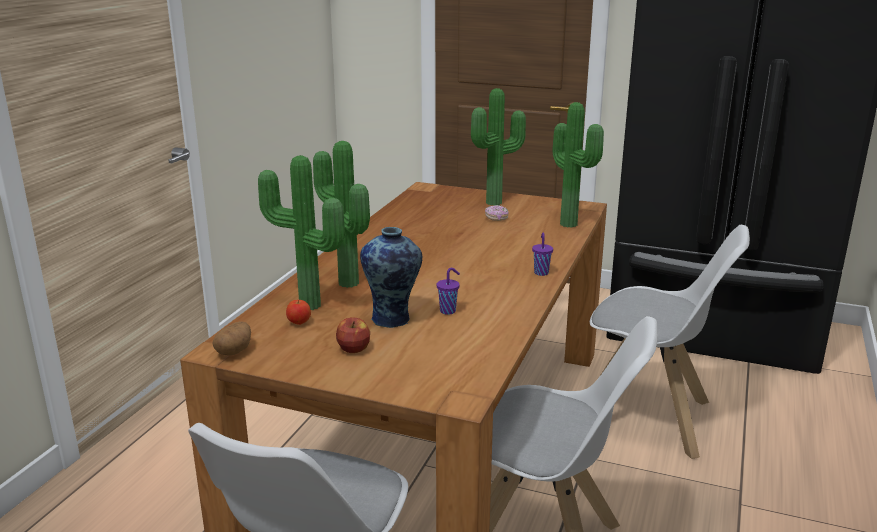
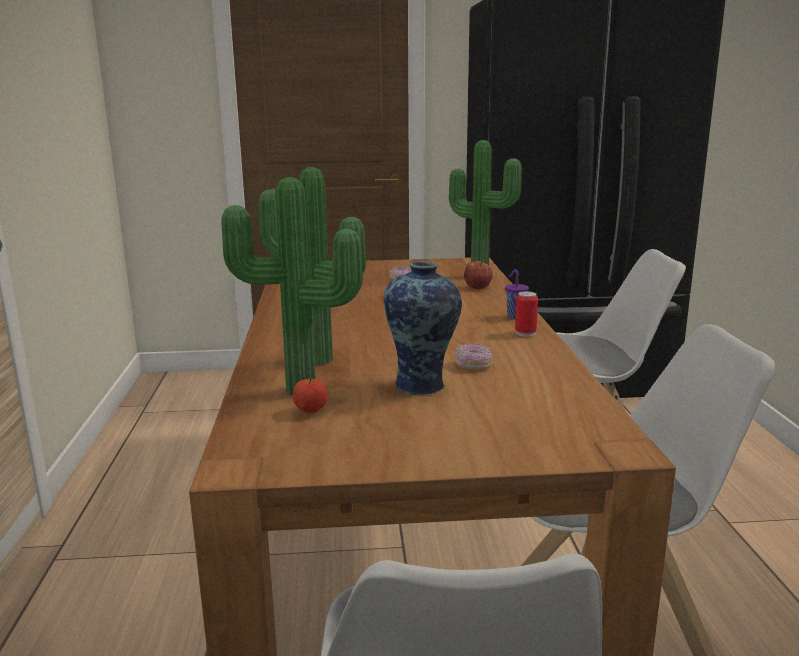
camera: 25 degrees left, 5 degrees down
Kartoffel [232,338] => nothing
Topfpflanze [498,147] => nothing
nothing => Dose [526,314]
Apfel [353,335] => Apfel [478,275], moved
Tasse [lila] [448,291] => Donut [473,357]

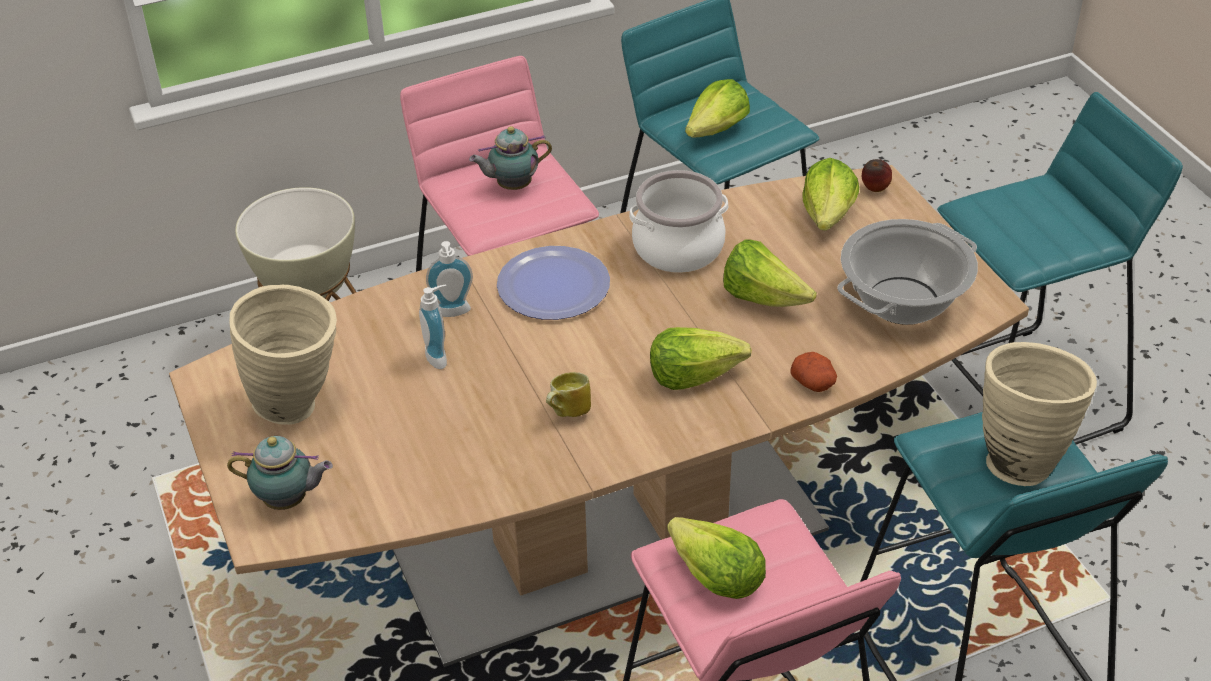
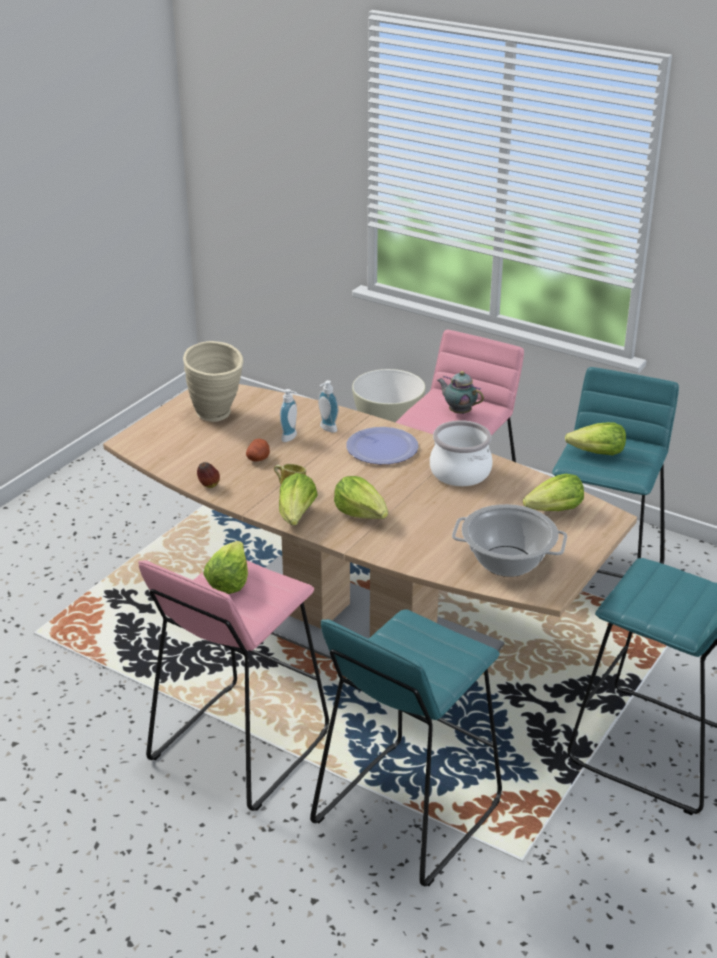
camera: 55 degrees right, 10 degrees down
Teekanne [280,473] => nothing
Vase [beige] [1039,414] => nothing
Salatkopf [770,273] => Salatkopf [298,499], moved
Kartoffel [813,372] => Kartoffel [258,450], moved
Apfel [877,175] => Apfel [208,475], moved

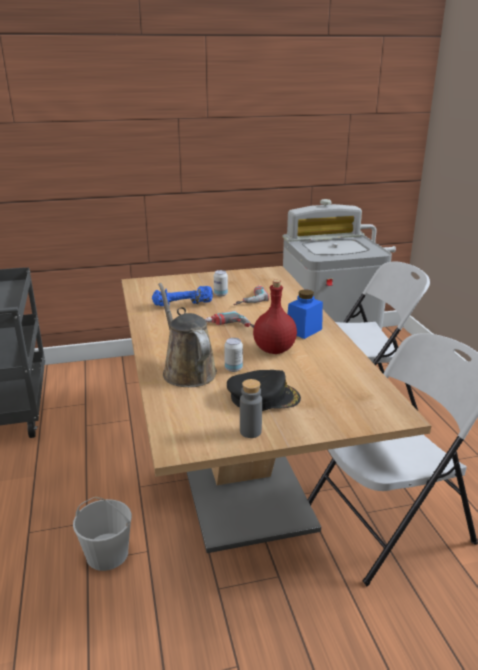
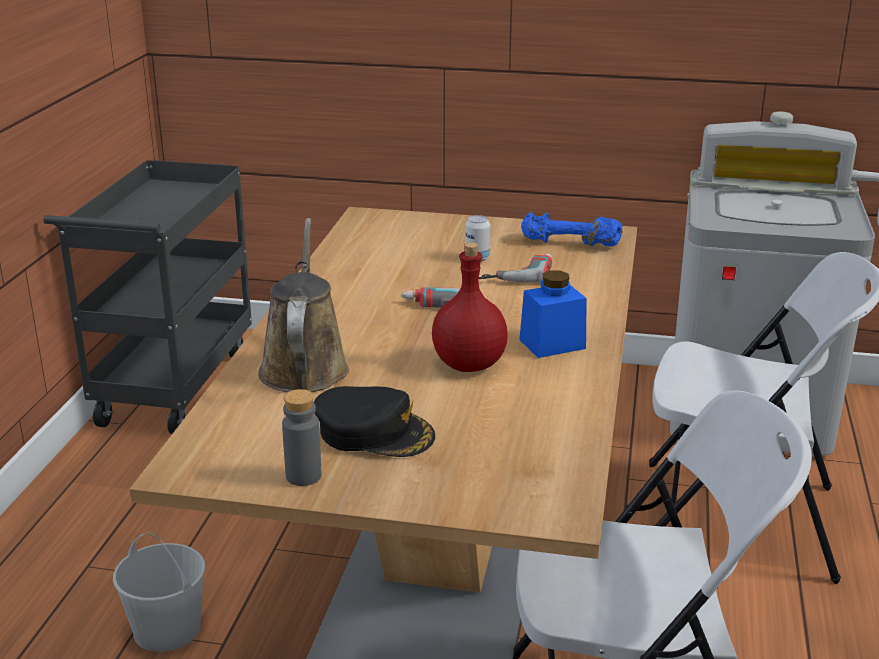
camera: 25 degrees right, 0 degrees up
Dose [233,355] => nothing
Hantel [blau] [182,296] => Hantel [blau] [572,229], moved

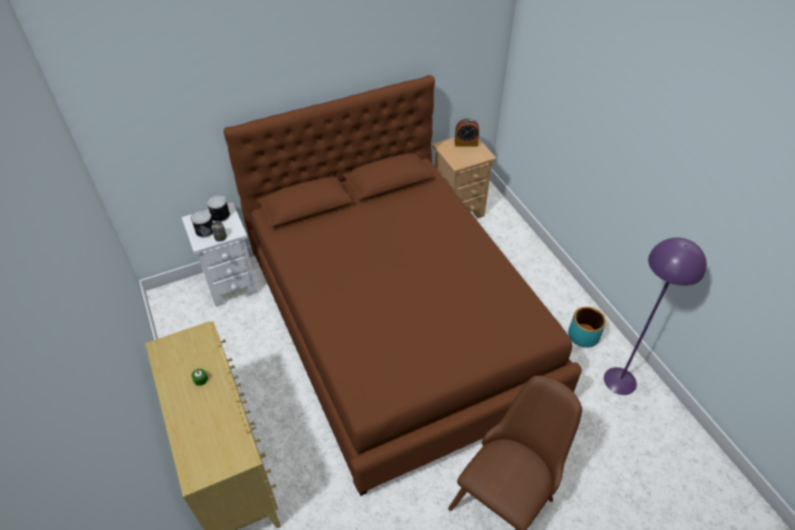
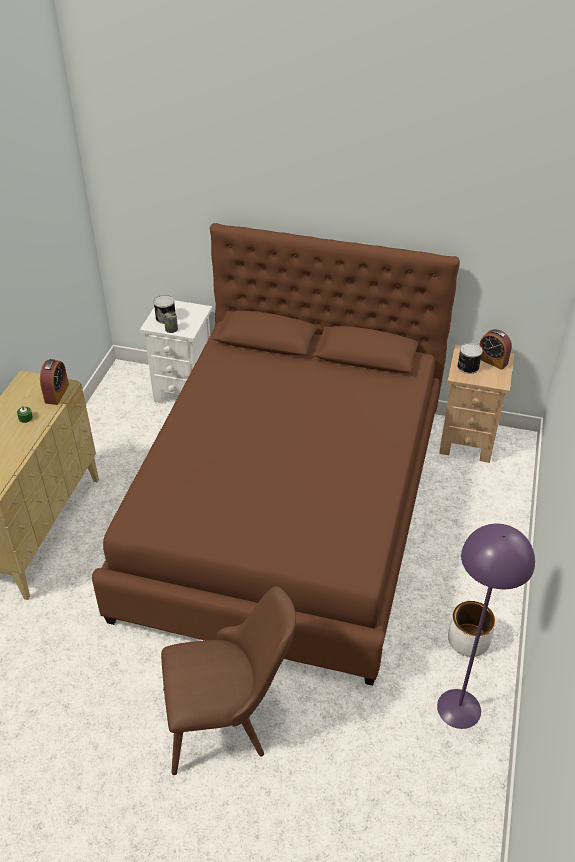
camera: 40 degrees right, 5 degrees down
nothing => Wecker [54,382]
Dose [218,208] => Dose [470,358], moved
Pflanzkübel [türkis] [587,327] => Pflanzkübel [weiß] [472,629]

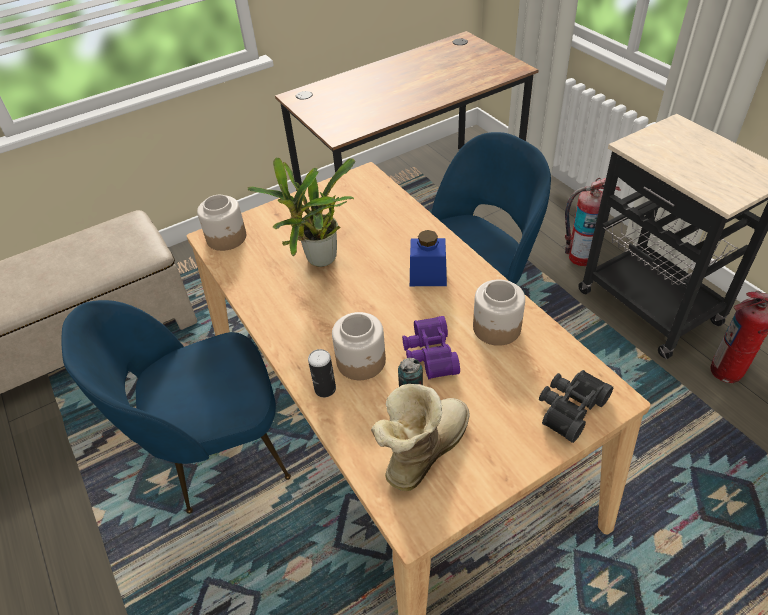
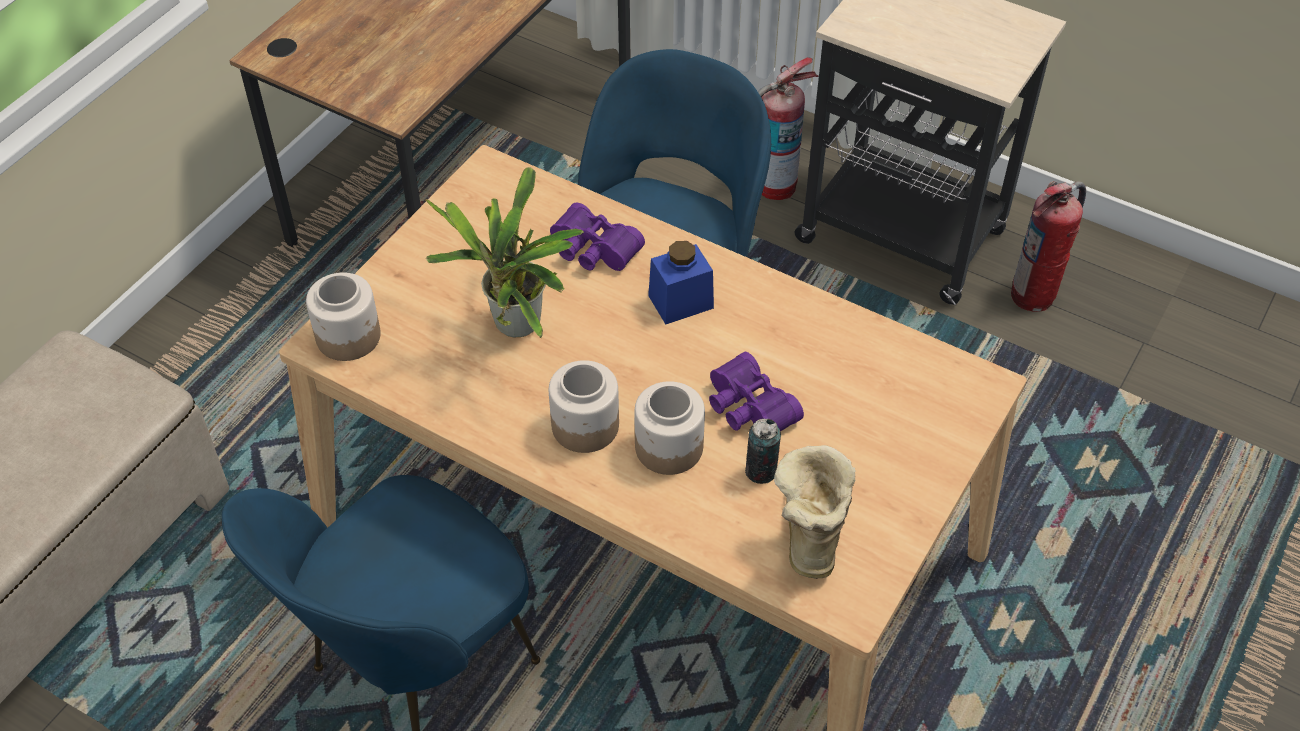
camera: 30 degrees left, 5 degrees up
Dose [322,373] => nothing
Fernglas [schwarz] [576,406] => nothing
nothing => Fernglas [lila] [597,237]
Vorratsglas [499,313] => Vorratsglas [584,406], moved

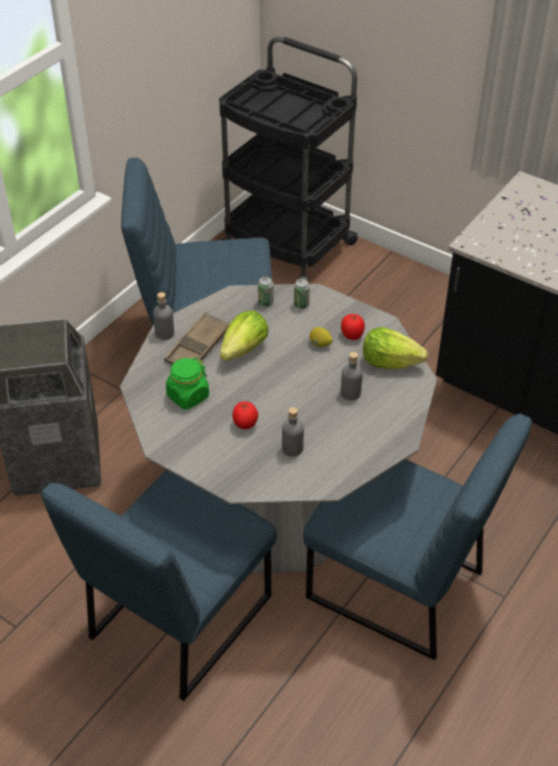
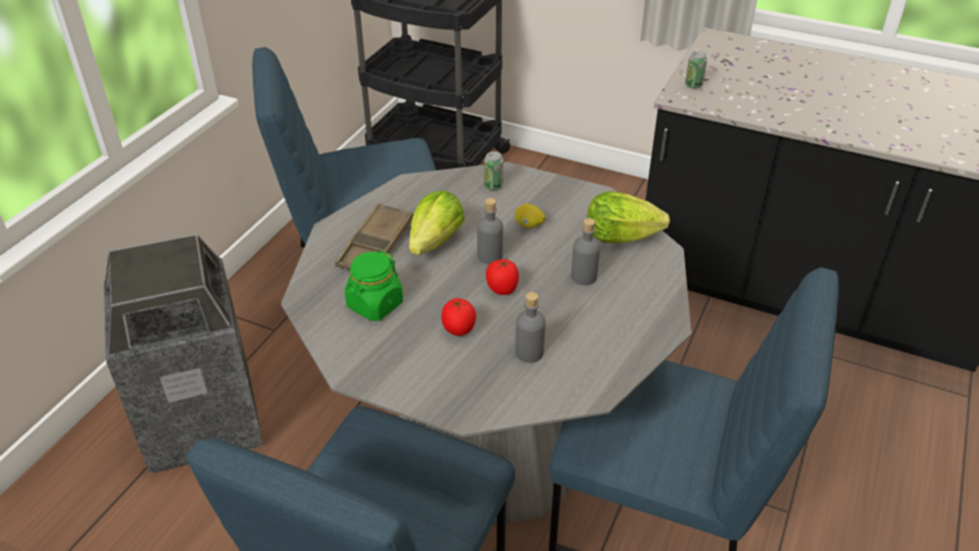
camera: 10 degrees left, 5 degrees down
Flasche [grau] [163,316] => Flasche [grau] [490,231], moved
Dose [266,292] => Dose [696,70], moved
Tomate [353,327] => Tomate [502,277], moved

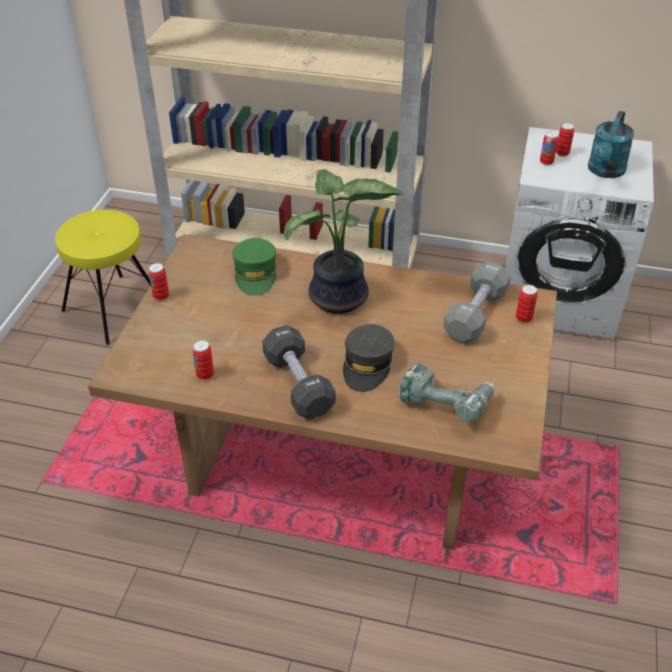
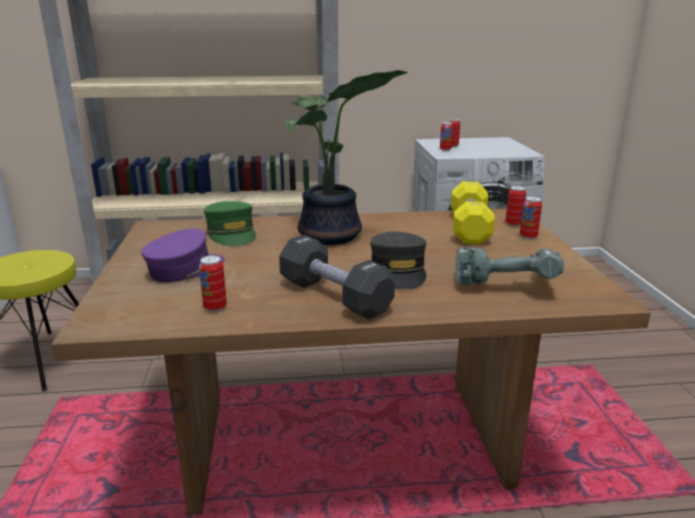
camera: 20 degrees left, 20 degrees down
Gießkanne [türkis] [611,144] => nothing
nothing => Kappe [lila] [183,255]
Dose [158,282] => Dose [531,217], moved
Hantel [grau] [477,302] => Hantel [gelb] [473,212]

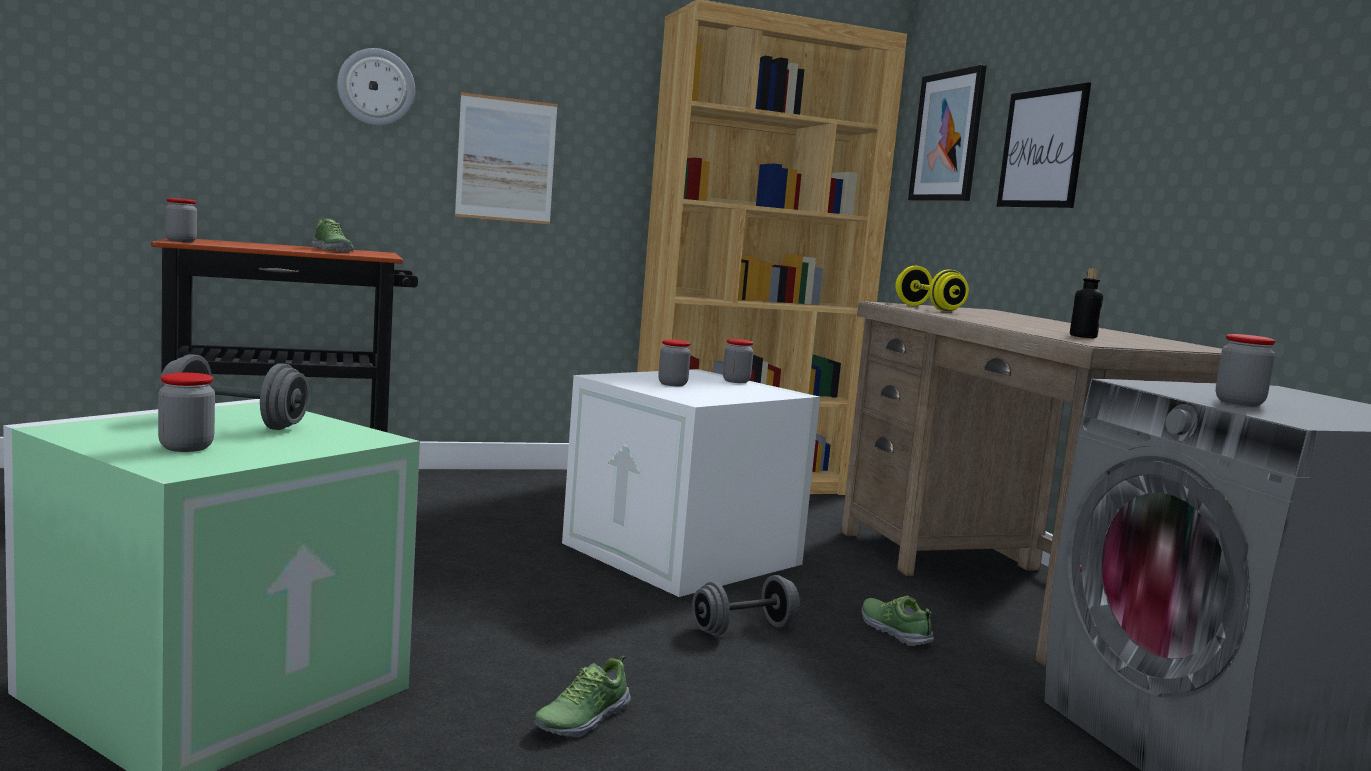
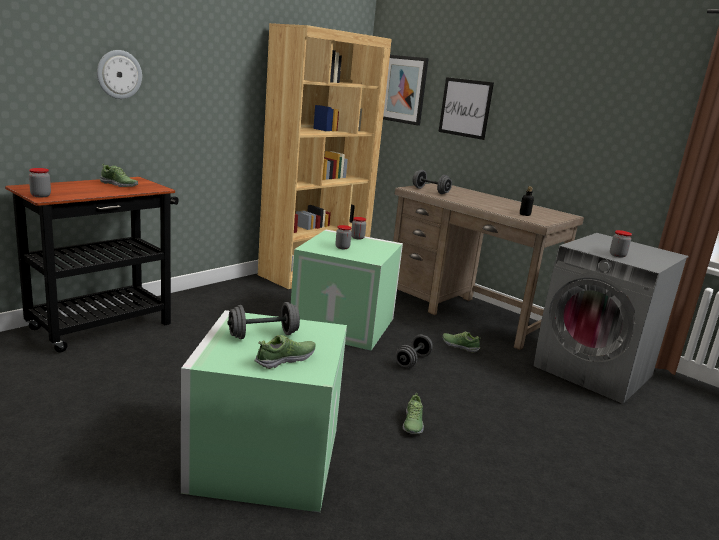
camera: 30 degrees left, 10 degrees up
Bild [506,158] => nothing
Vorratsglas [186,412] => Schuh [285,352]
Aufbewahrungsbox [weiß] [691,483] => Aufbewahrungsbox [grün] [347,290]
Hantel [gelb] [932,289] => Hantel [grau] [432,182]

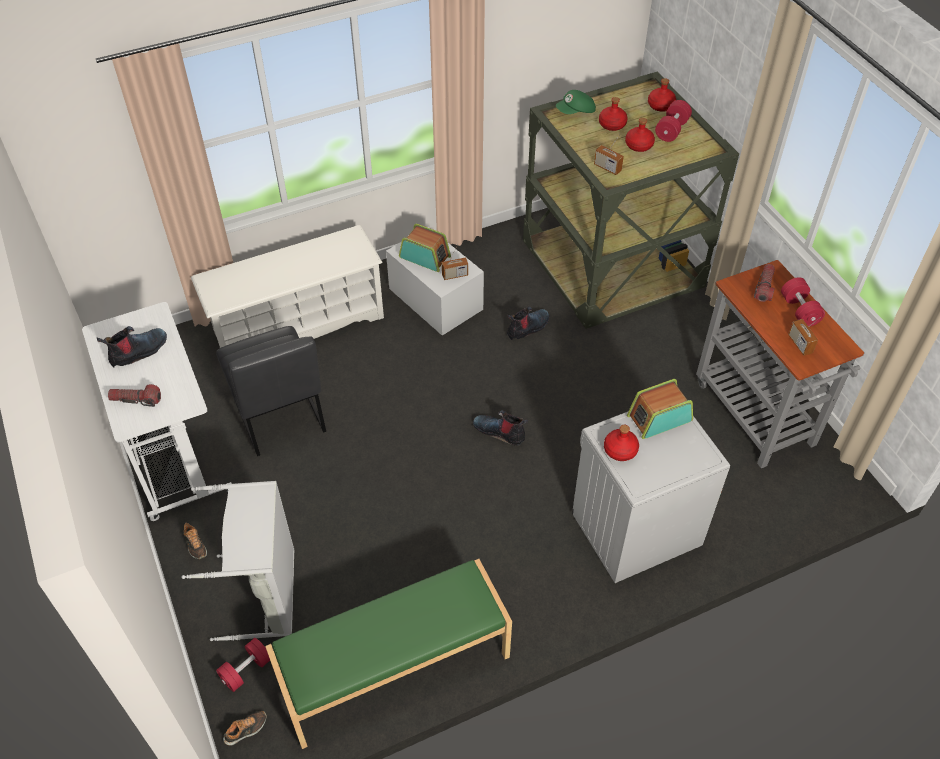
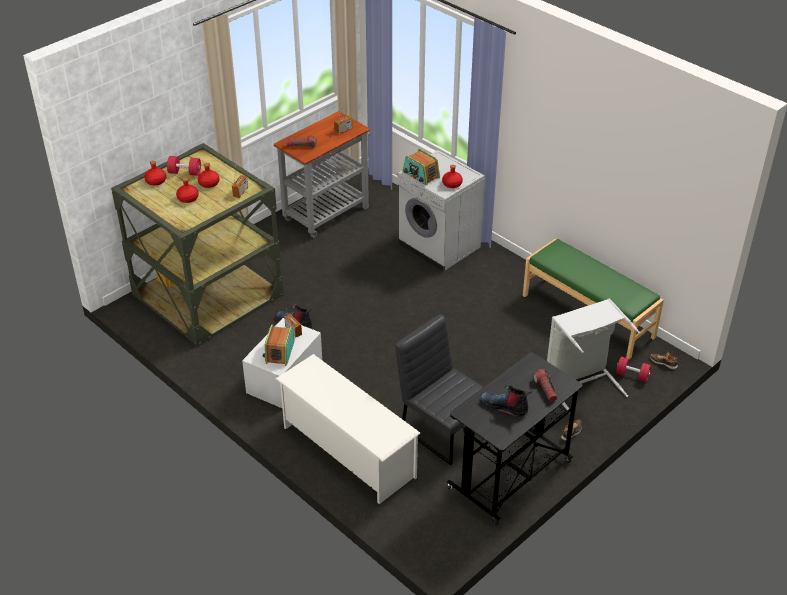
camera: 110 degrees left, 10 degrees down
Stiefel [500,428] => nothing
Kappe [grün] [576,102] => nothing
Hantel [rot] [803,302] => nothing
Schreibtisch [weiß] [157,411] => Schreibtisch [schwarz] [515,438]
Stuhl [grau] [271,391] => Stuhl [grau] [439,389], 90 degrees counterclockwise

